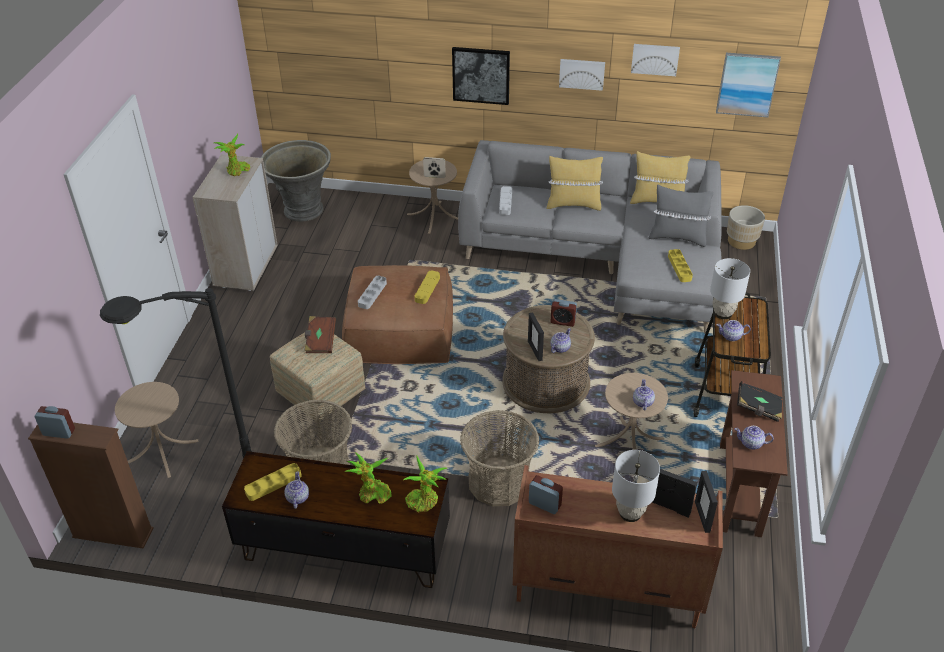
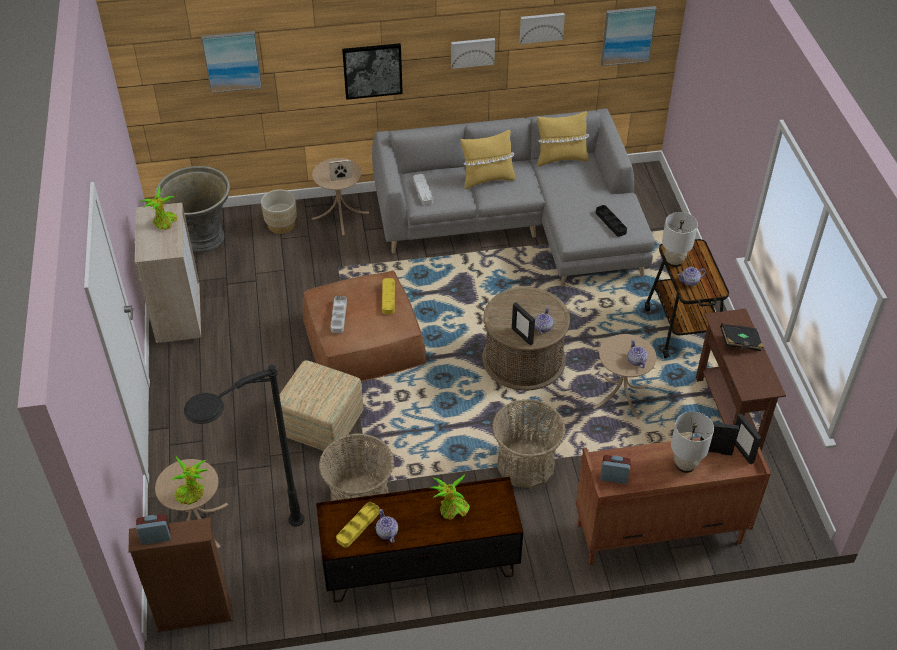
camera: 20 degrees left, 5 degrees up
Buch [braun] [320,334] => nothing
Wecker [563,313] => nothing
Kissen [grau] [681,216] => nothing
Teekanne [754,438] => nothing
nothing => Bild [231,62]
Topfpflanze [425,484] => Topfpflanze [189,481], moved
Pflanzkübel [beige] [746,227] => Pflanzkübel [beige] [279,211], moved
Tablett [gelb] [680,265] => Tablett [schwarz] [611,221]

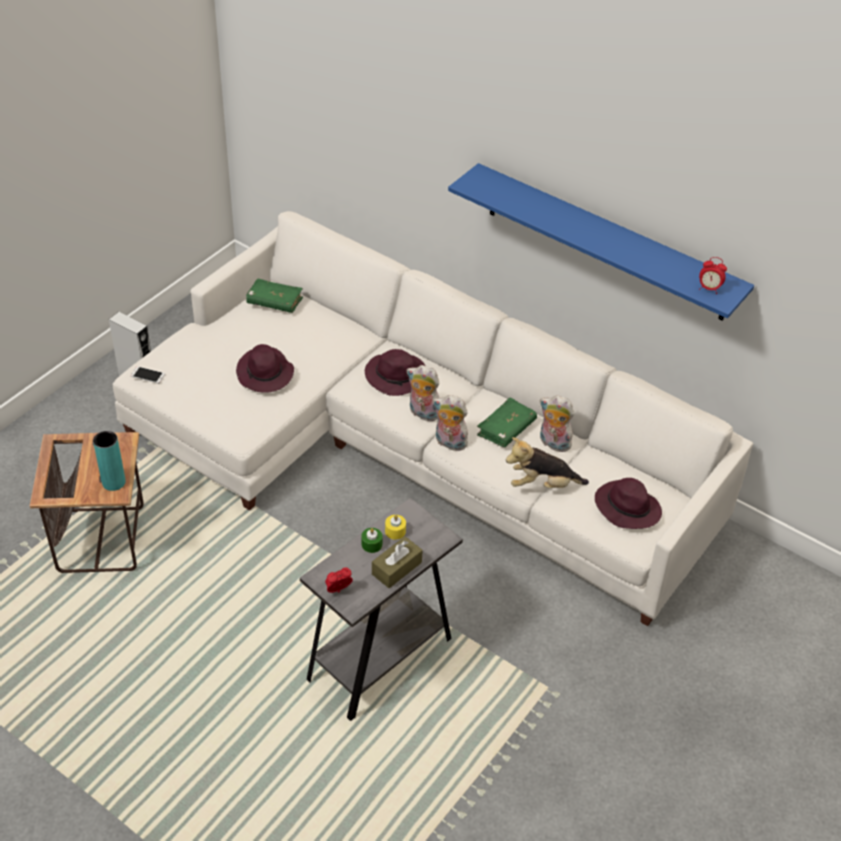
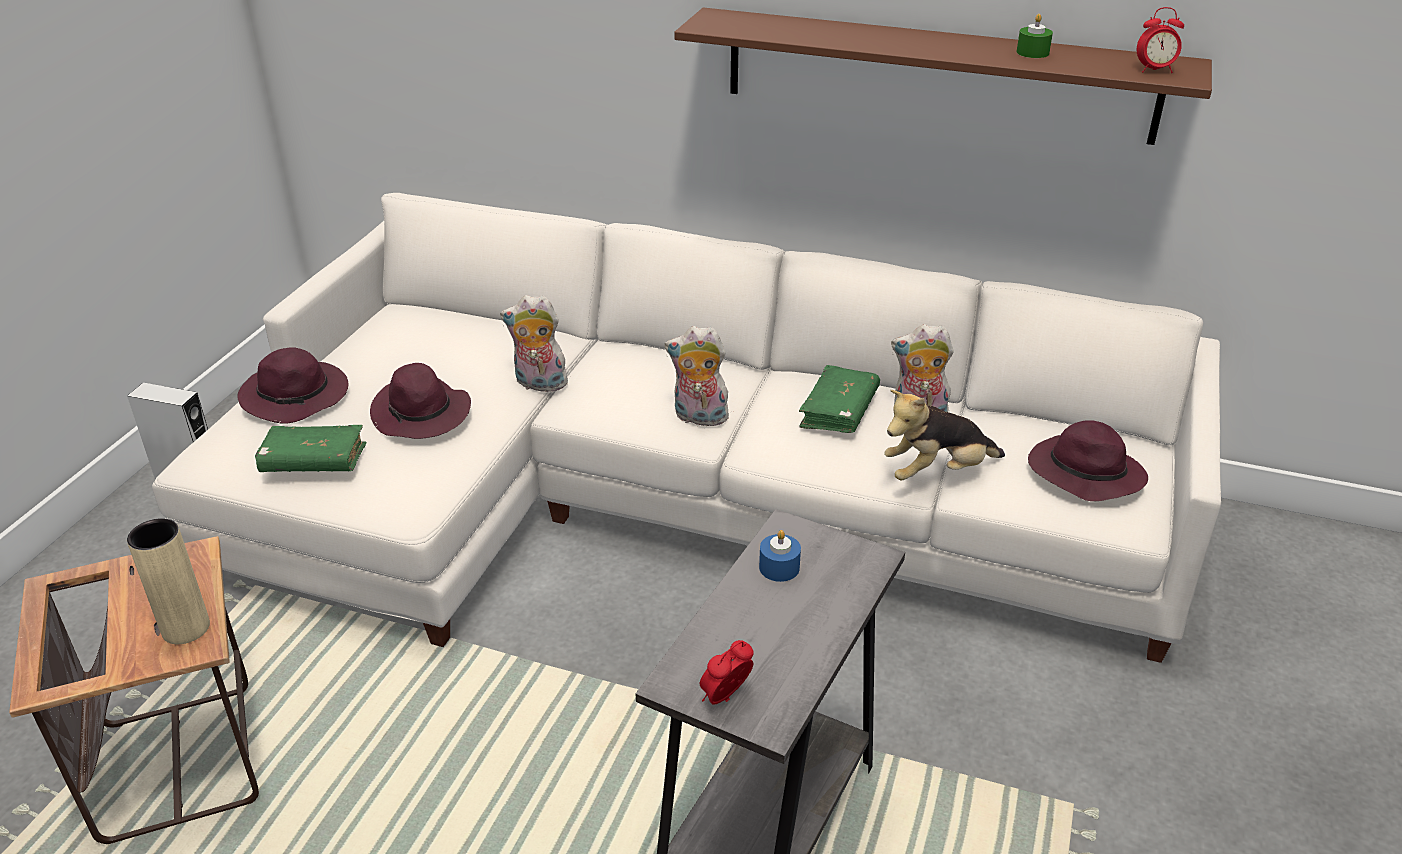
camera: 15 degrees left, 10 degrees down
Handy [148,375] => nothing
Taschentuchbox [braun] [397,562] => nothing
Buch [grün] [274,296] => Buch [grün] [310,448], moved
Kerze [grün] [372,540] => Kerze [grün] [1035,36], moved
Hut [lila] [395,372] => Hut [lila] [292,385], moved
Plüschtier [450,423] => Plüschtier [536,343], moved
Vase [türkis] [109,461] => Vase [beige] [168,581]
Kerze [gelb] [395,527] => Kerze [blau] [780,556]
Wandregal [blau] [601,242] => Wandregal [braun] [943,76]

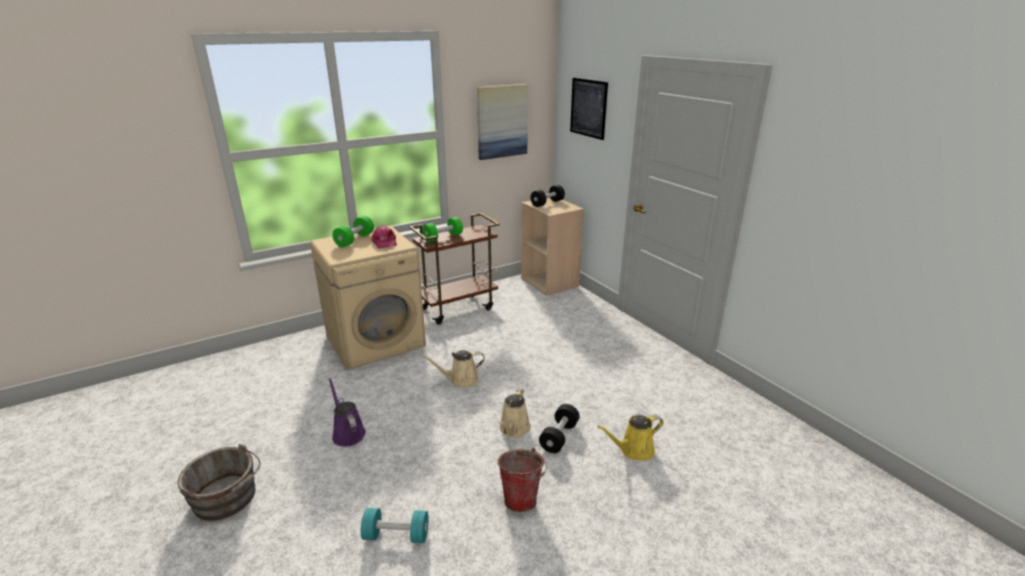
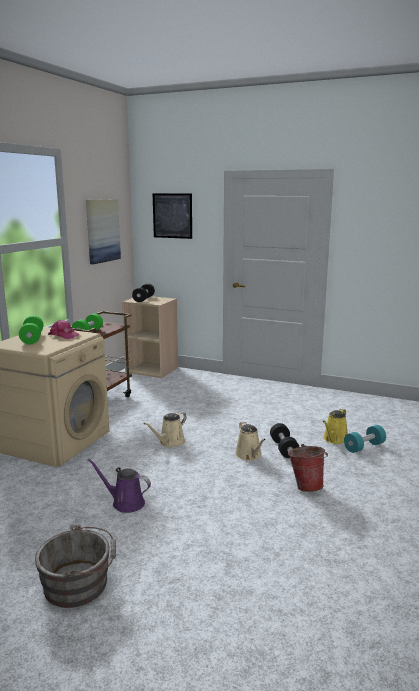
camera: 35 degrees left, 10 degrees down
Hantel [türkis] [395,525] => Hantel [türkis] [365,439], moved

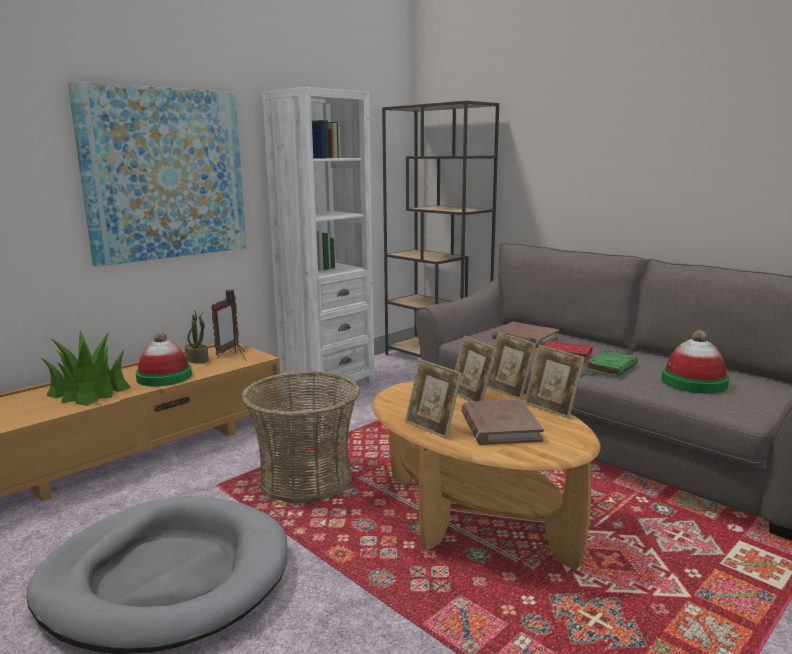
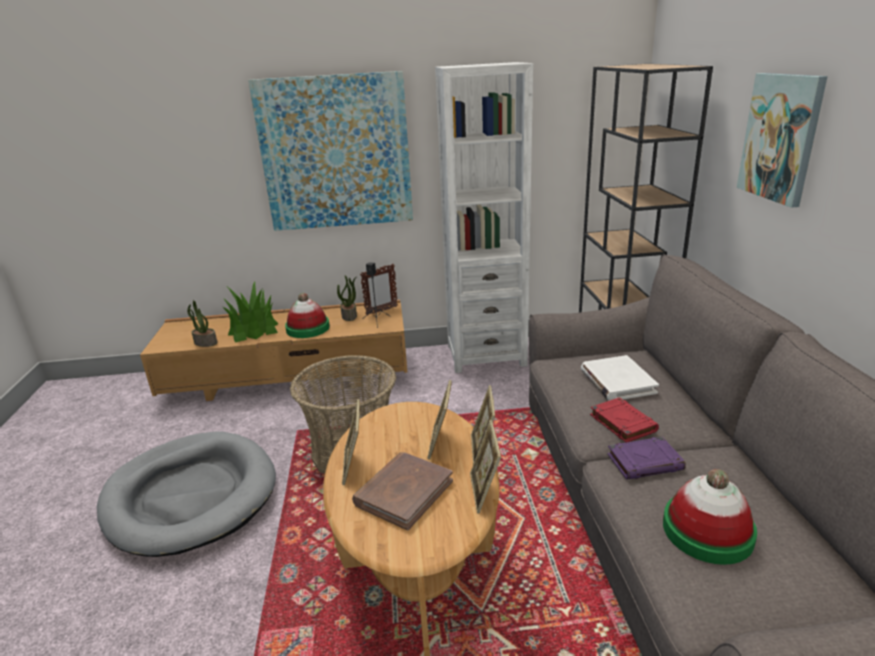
camera: 40 degrees right, 10 degrees up
nothing => Topfpflanze [202,323]
nothing => Bild [782,140]
Buch [braun] [525,335] => Buch [weiß] [620,378]
Buch [grün] [612,364] => Buch [lila] [646,458]

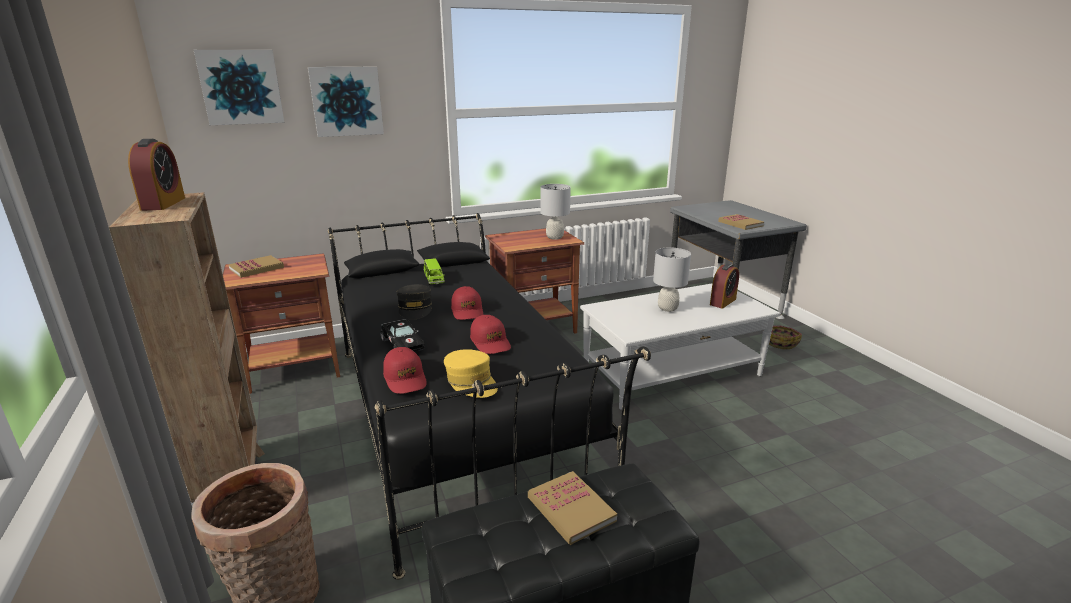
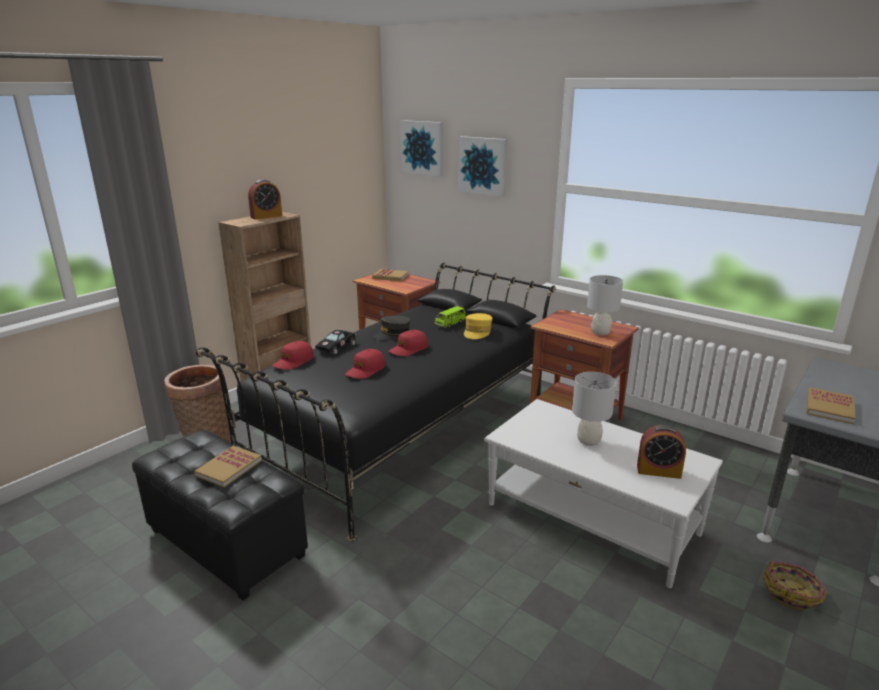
camera: 60 degrees right, 0 degrees up
Kappe [gelb] [471,373] => Kappe [gelb] [478,326], moved

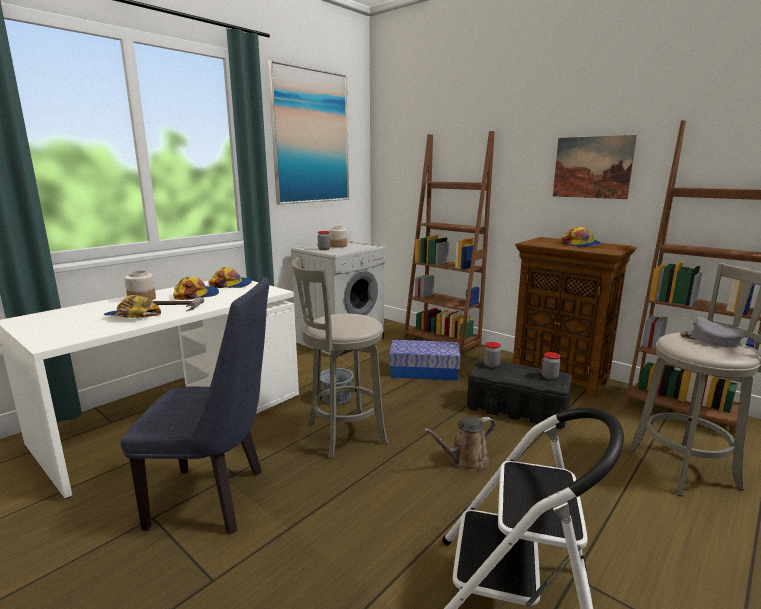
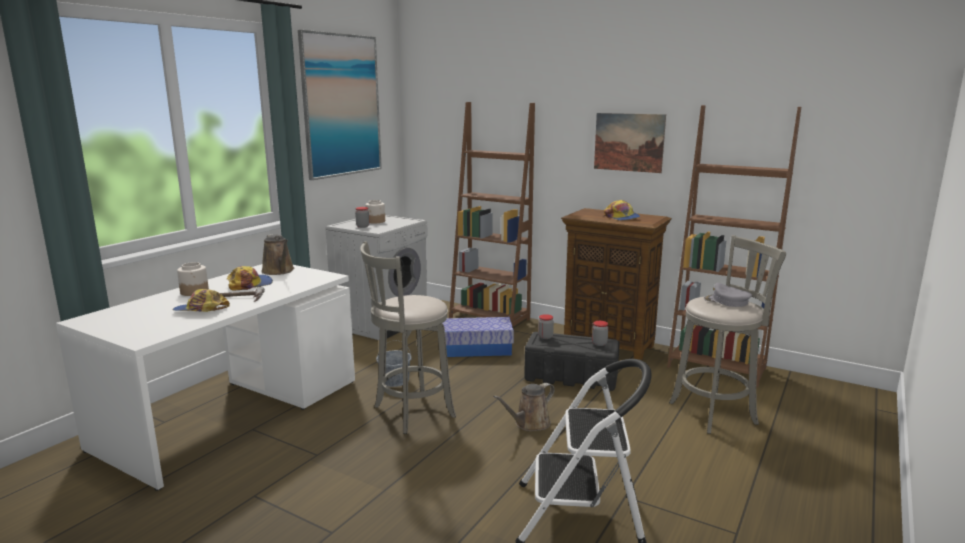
camera: 10 degrees left, 0 degrees up
Stuhl [blau] [195,406] => nothing
Kappe [230,277] => Gießkanne [braun] [277,254]

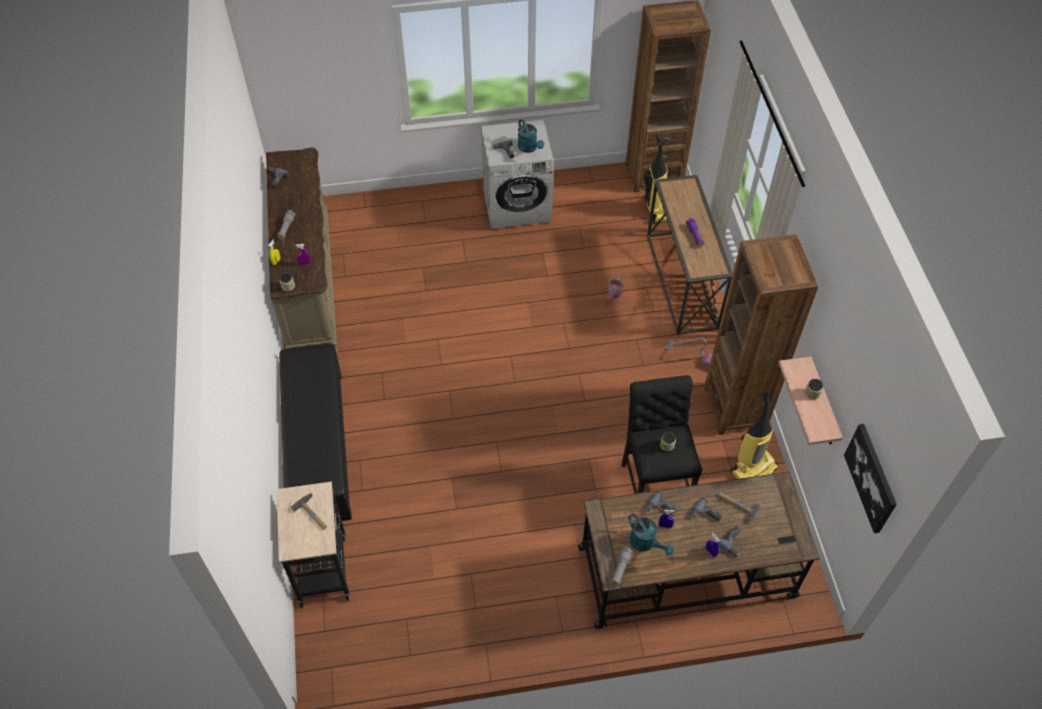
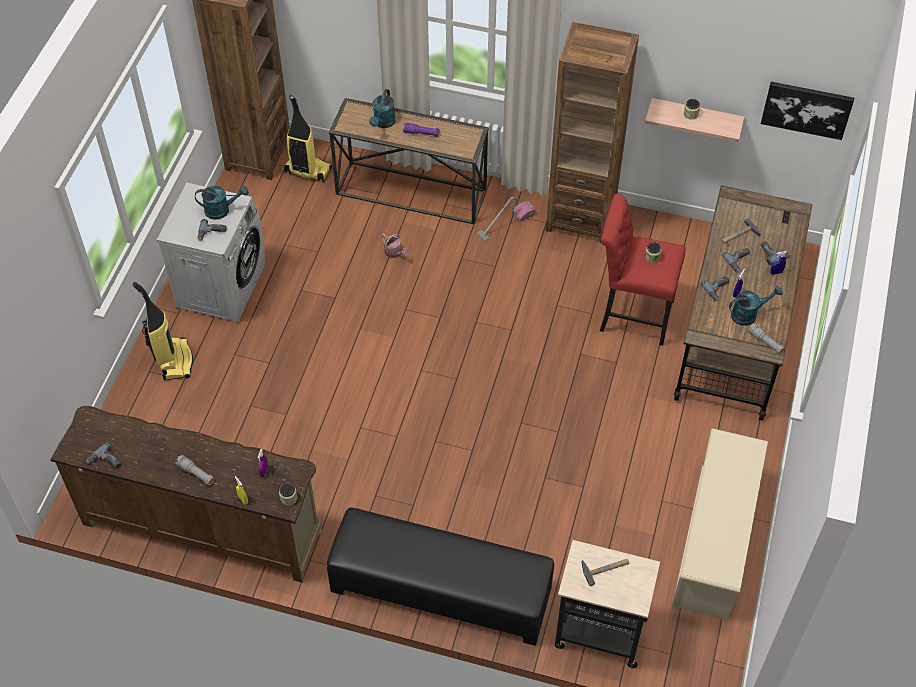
camera: 65 degrees left, 0 degrees up
nothing => Gießkanne [türkis] [382,108]
nothing => Schuhregal [beige] [719,524]
Staubsauger [754,435] => Staubsauger [163,331], moved
Hocker [schwarz] [661,434] => Hocker [rot] [643,270]

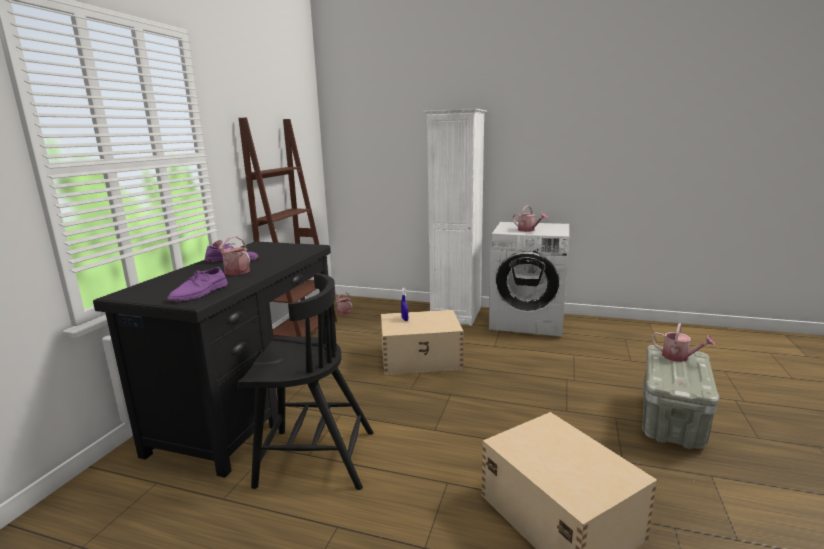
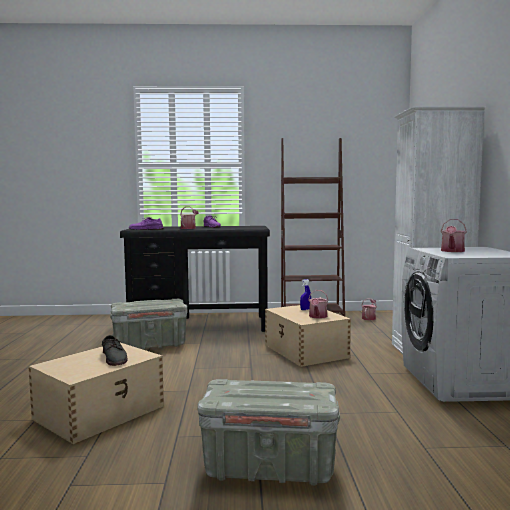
camera: 70 degrees right, 10 degrees down
nothing => Schuh [grau] [115,350]
Gießkanne [683,342] => Gießkanne [318,304], moved
Stuhl [schwarz] [306,381] => Aufbewahrungsbox [grau] [148,324]

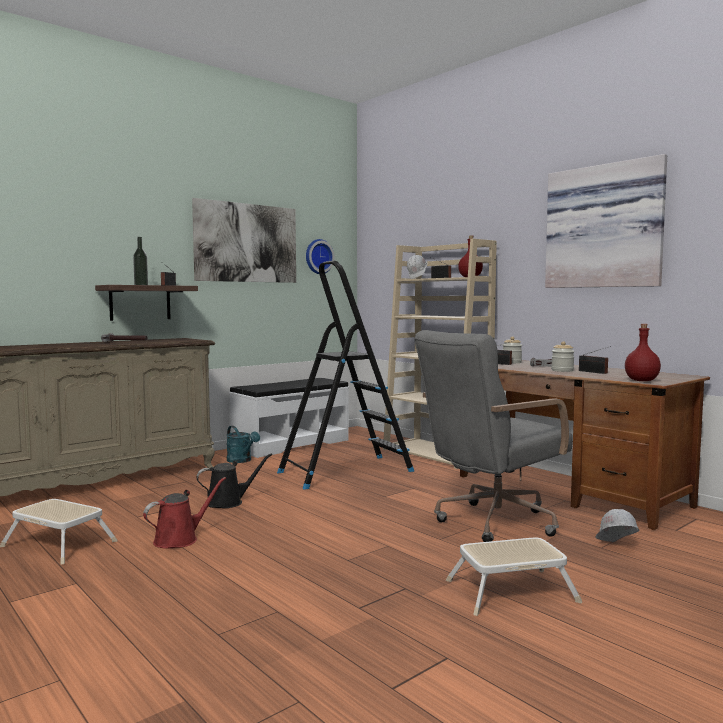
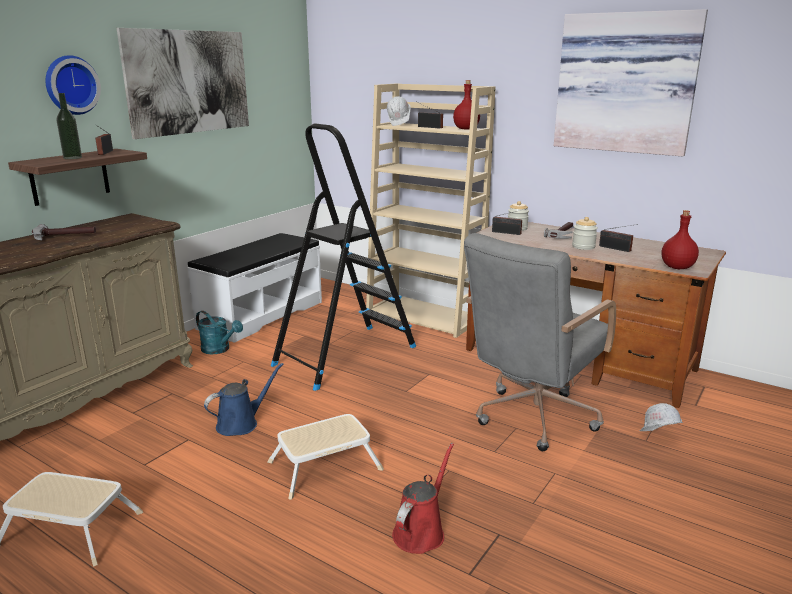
camera: 15 degrees left, 15 degrees up
Gießkanne [rot] [184,513] => Gießkanne [rot] [423,498], moved
Wanduhr [320,256] => Wanduhr [73,85], moved
Trittleiter [beige] [513,577] => Trittleiter [beige] [326,457], moved
Gießkanne [schwarz] [234,480] => Gießkanne [blau] [244,399]

